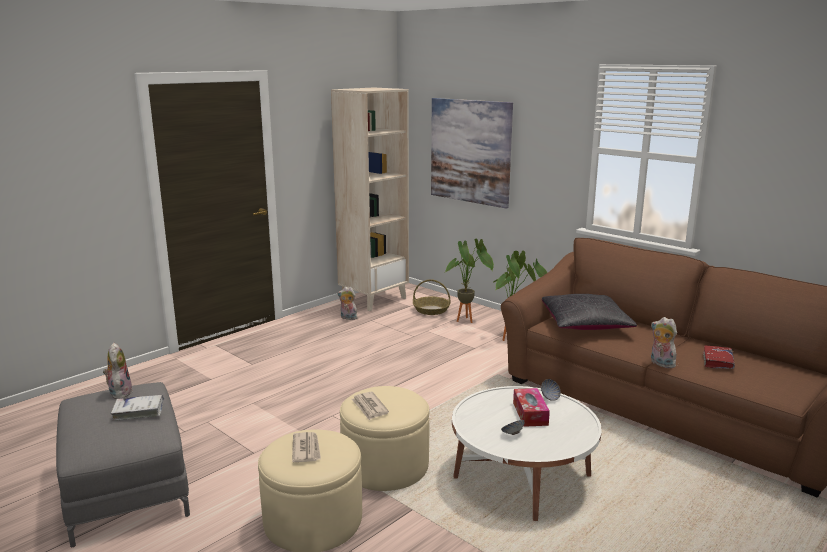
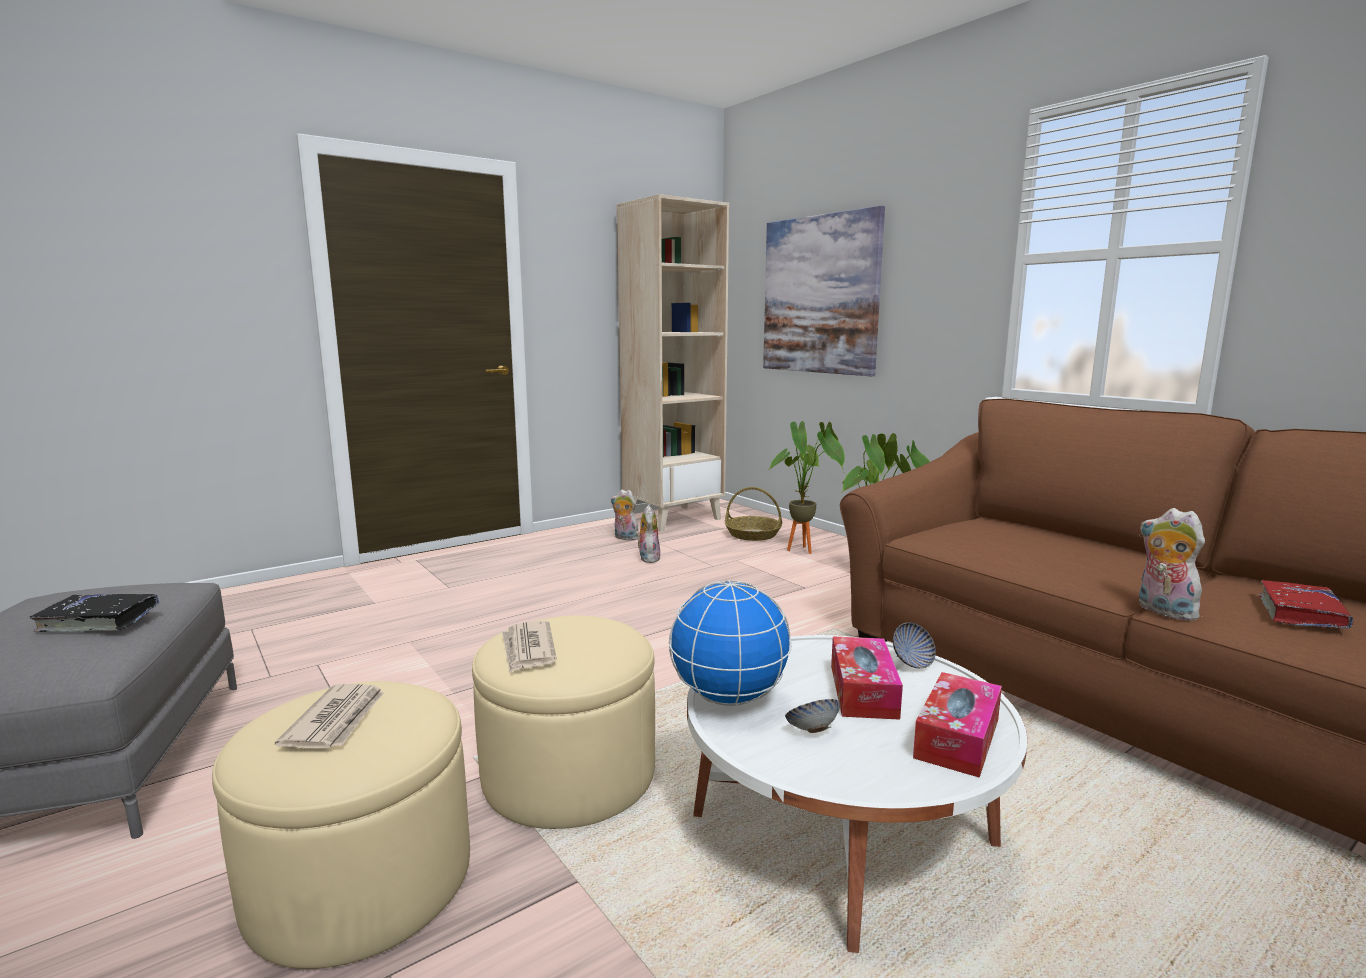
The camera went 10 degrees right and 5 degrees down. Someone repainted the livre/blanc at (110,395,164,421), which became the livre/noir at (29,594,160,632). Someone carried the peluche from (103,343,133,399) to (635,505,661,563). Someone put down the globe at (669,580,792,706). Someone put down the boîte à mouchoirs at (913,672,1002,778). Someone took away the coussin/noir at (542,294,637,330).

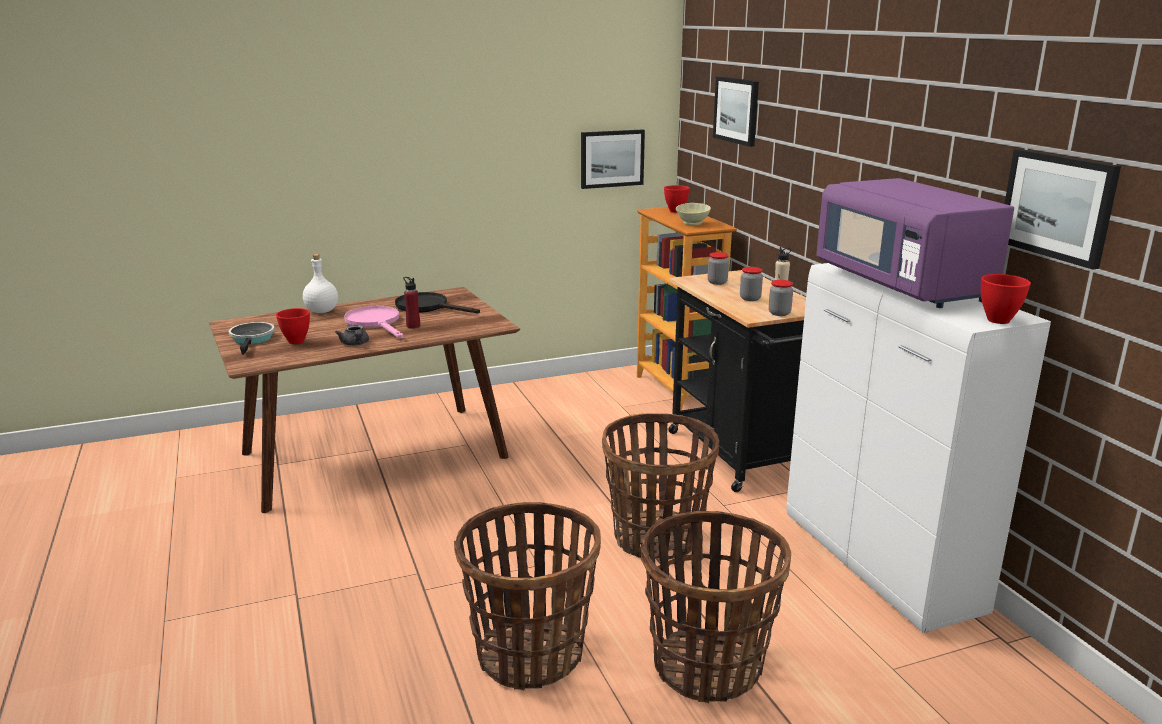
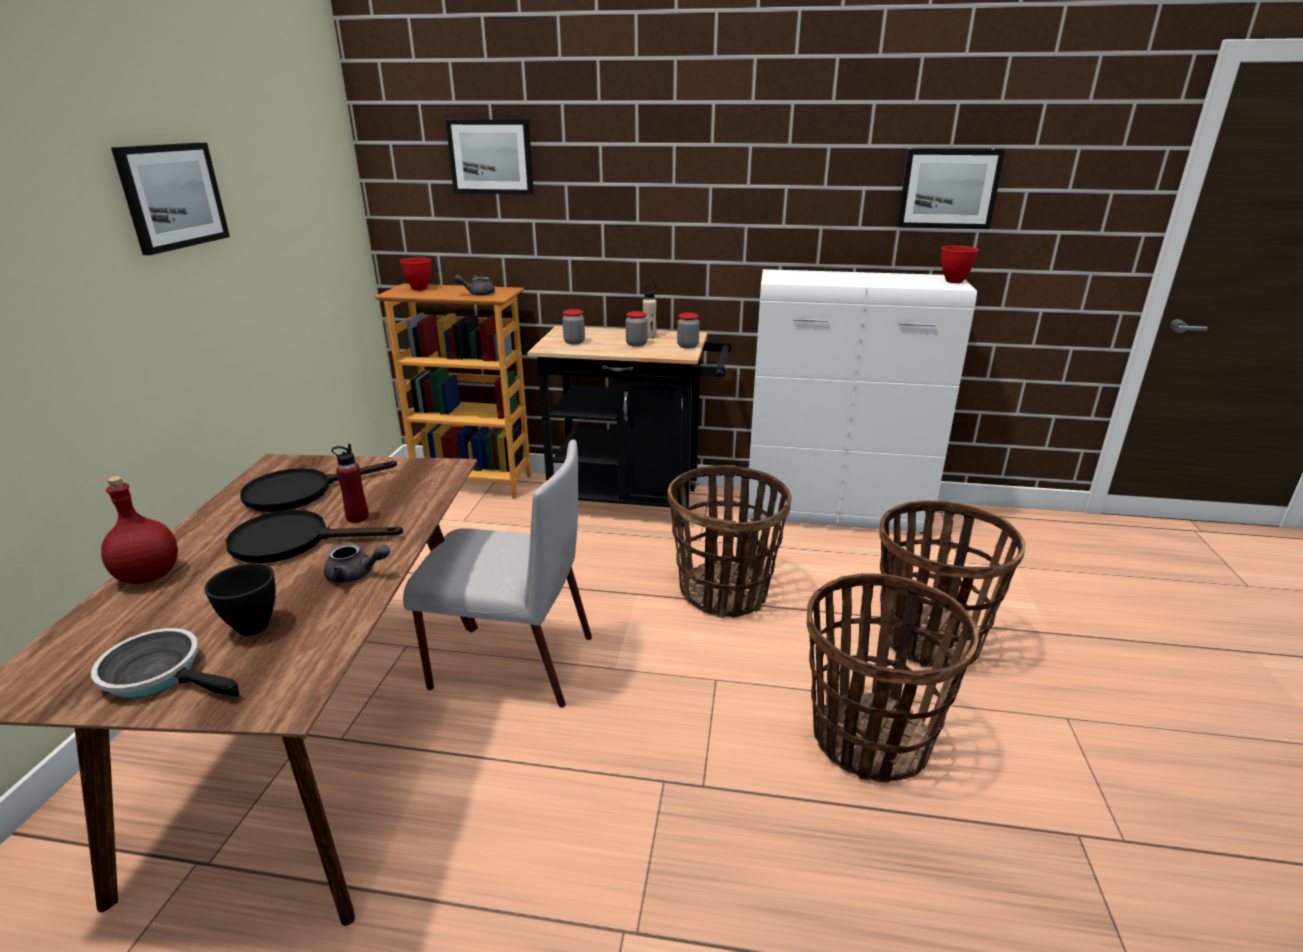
The camera went 60 degrees left and 5 degrees up. Someone repainted the bouteille/blanc at (303,254,338,313), which became the bouteille/rouge at (101,476,178,584). Someone carried the tableau from (581,129,645,189) to (111,143,230,255). Someone repainted the bol/rouge at (276,308,310,344), which became the bol/noir at (204,563,276,636). Someone repainted the poêle/rose at (344,306,403,338), which became the poêle/noir at (226,510,403,563). Someone put down the chaise/gris at (403,440,592,708). Someone swapped the bol/beige at (676,203,711,226) for the théière/gris at (454,275,495,296). Someone took away the micro-ondes/violet at (816,178,1014,308).

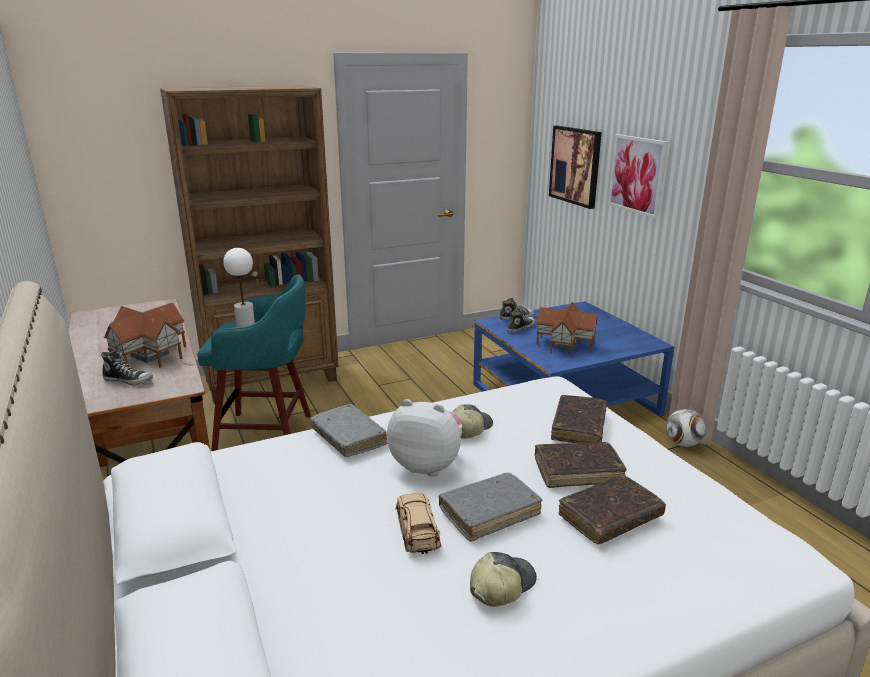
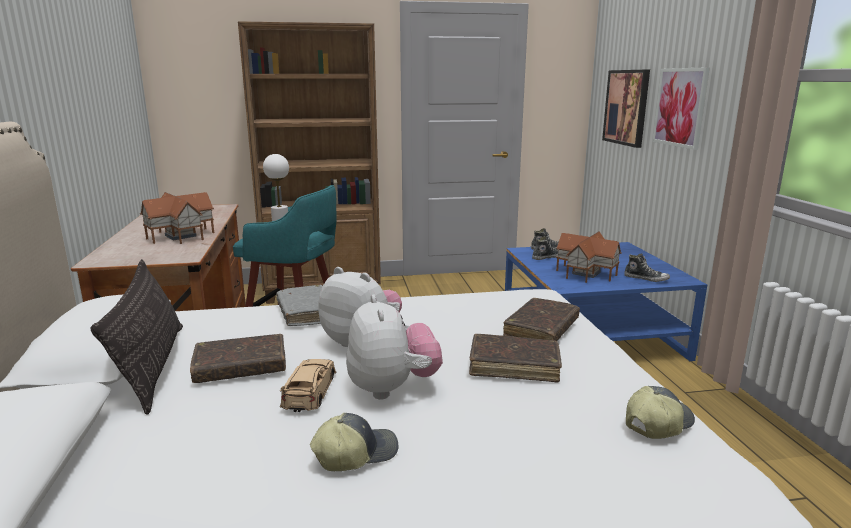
The camera went 15 degrees right and 5 degrees down. Someone put down the coussin at (90,259,183,415). Someone carried the livre/marron from (558,475,666,544) to (190,334,286,383). Someone swapped the livre/gris at (439,472,543,542) for the peluche at (346,294,443,400). Someone carried the chaussure from (101,350,153,386) to (624,253,670,282). Someone carried the casquette from (452,404,493,439) to (626,386,695,439). Someone took away the ballon de foot at (666,409,706,447).

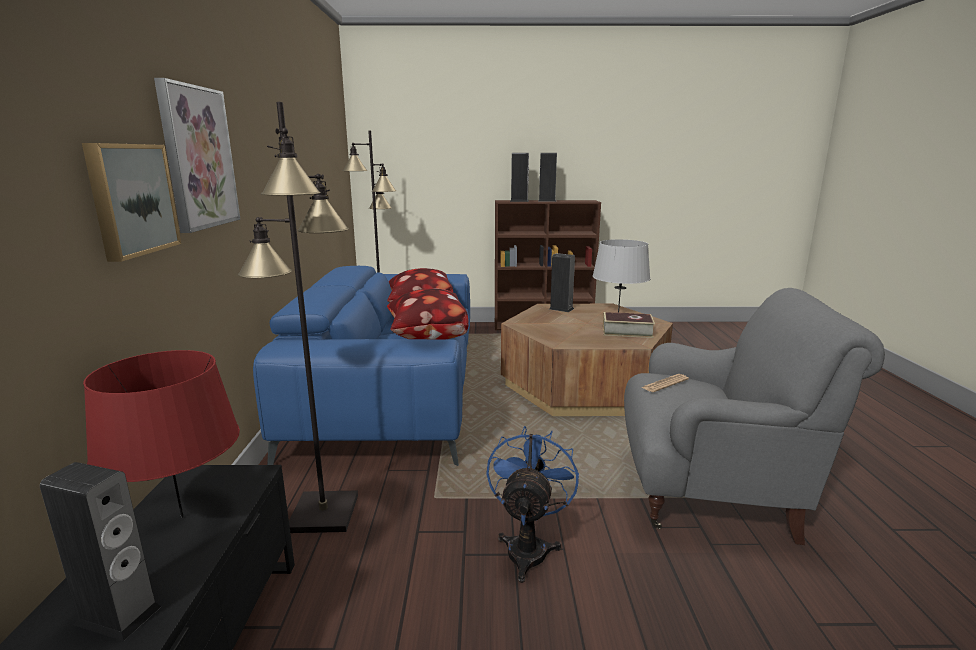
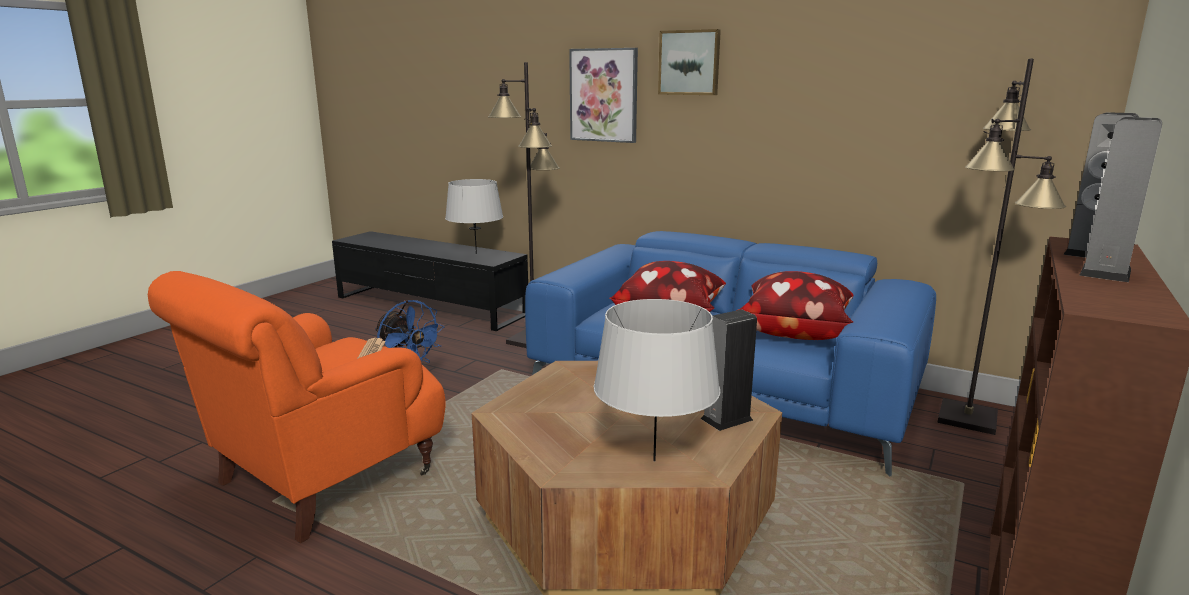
The camera went 120 degrees right and 0 degrees up. Someone repainted the fauteuil/gris at (624,288,885,545), which became the fauteuil/orange at (148,271,446,543). Someone repainted the lampe de table/rouge at (83,350,240,518), which became the lampe de table/gris at (445,179,503,254). Someone carried the tableau from (82,143,181,262) to (658,29,721,95). Someone took away the enceinte at (40,462,162,641). Someone took away the livre at (603,312,655,338).

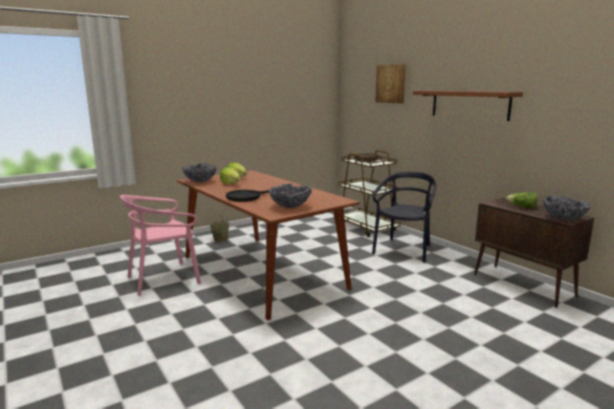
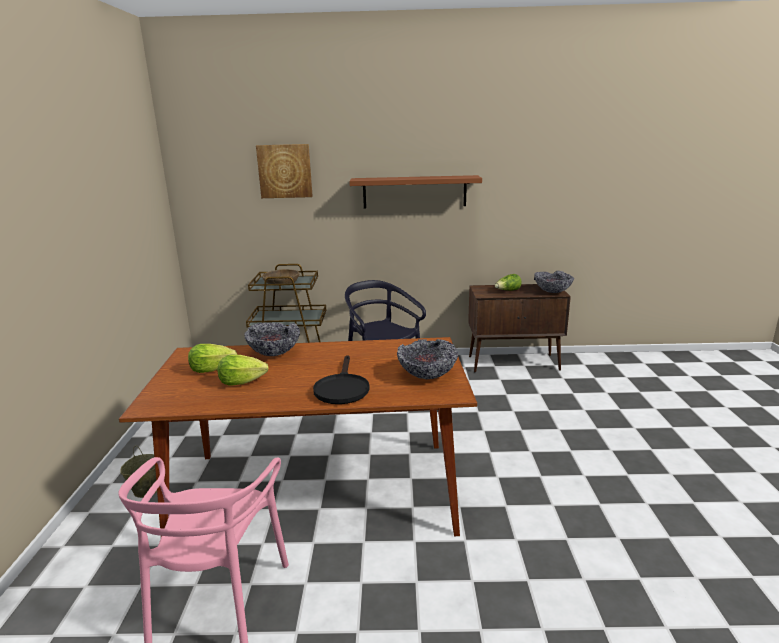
The camera went 55 degrees left and 5 degrees up. Someone carried the bol from (182,163,216,182) to (244,323,300,356).

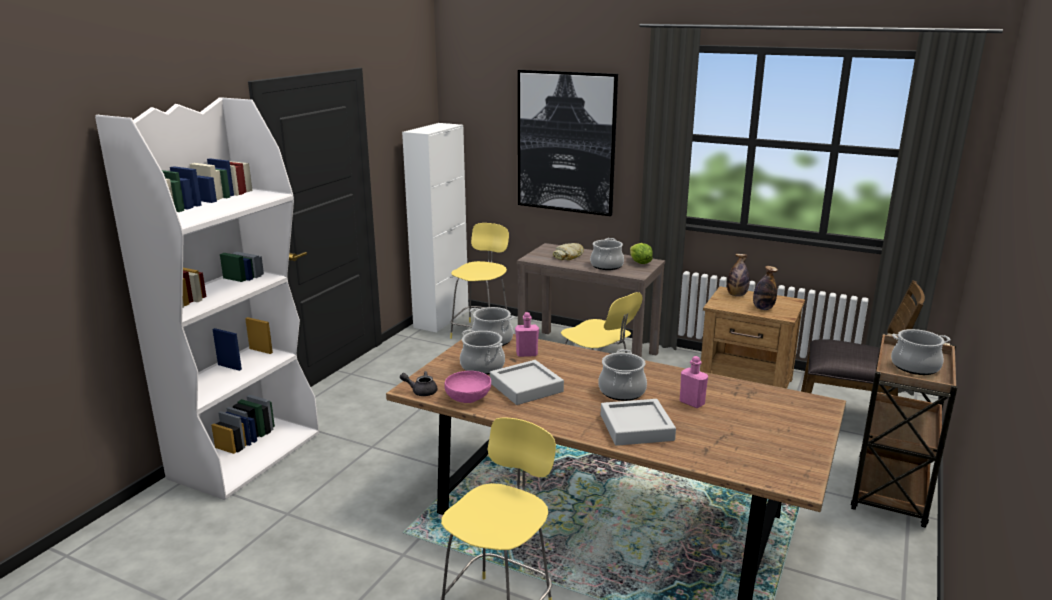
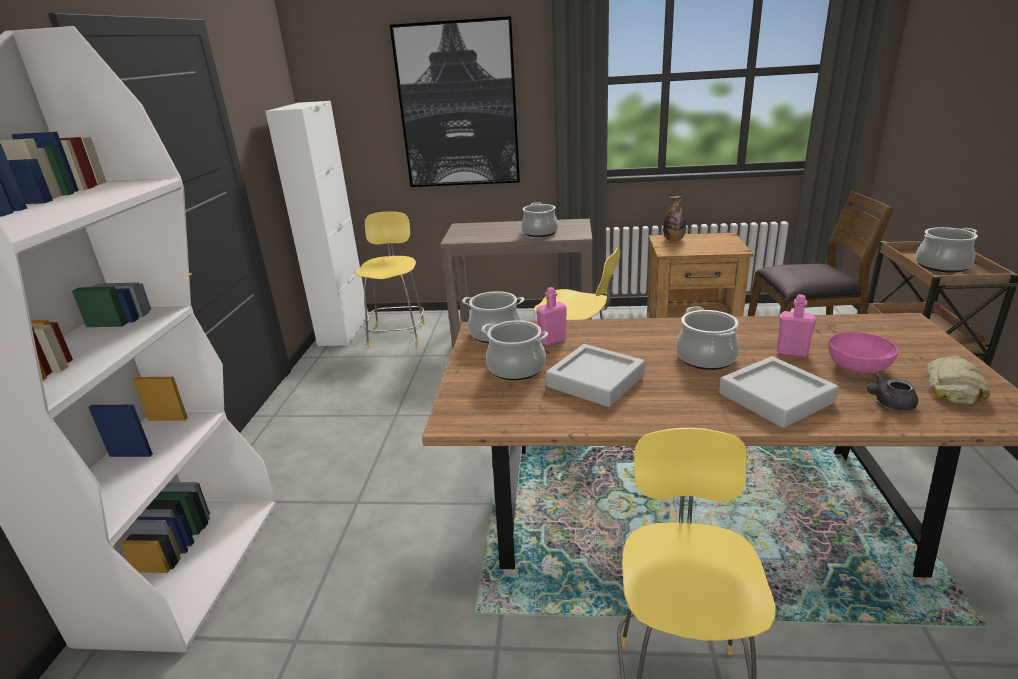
The camera went 20 degrees left and 5 degrees up. Someone carried the bol/rose from (444,371,491,403) to (828,332,898,373). Someone carried the théière/gris from (400,371,438,396) to (867,374,918,410). Someone carried the pain from (553,243,584,260) to (926,356,990,405). Someone took away the laitue at (630,243,653,264). Someone took away the bouteille at (753,266,778,310).

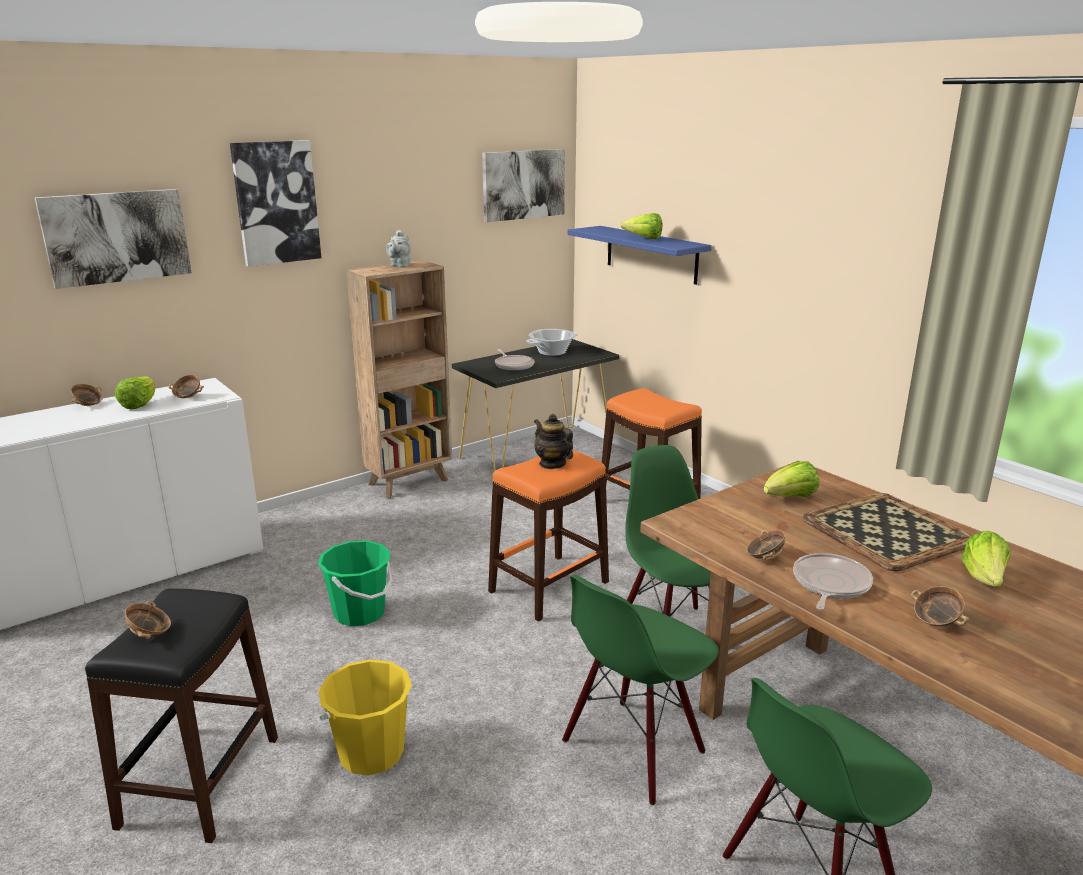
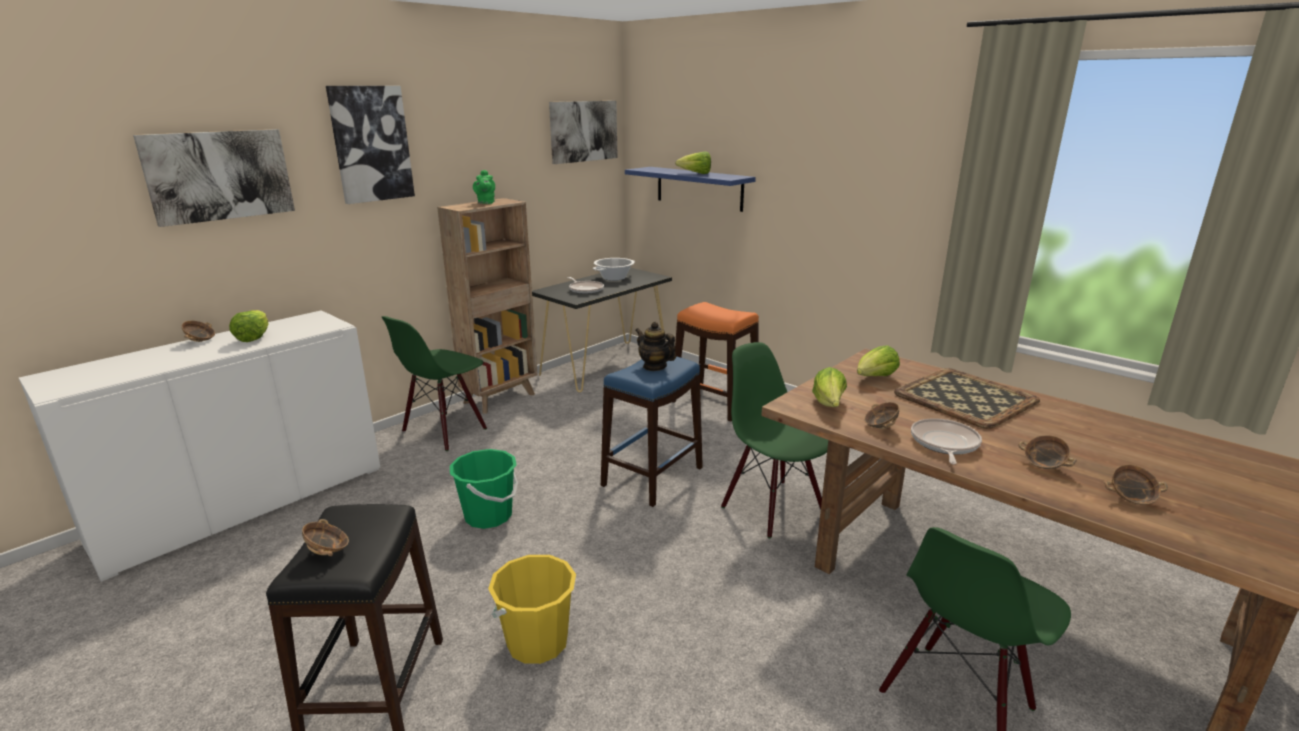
The camera went 10 degrees left and 0 degrees up. Someone carried the chaise/vert from (562,575,719,805) to (382,316,487,451). Someone repainted the théière/gris at (386,230,411,268), which became the théière/vert at (473,170,495,204). Someone repainted the tabouret/orange at (488,450,609,622), which became the tabouret/bleu at (601,356,703,507). Someone carried the laitue from (961,531,1010,587) to (812,367,847,407). Someone carried the bol from (169,375,204,398) to (1104,464,1168,505).

